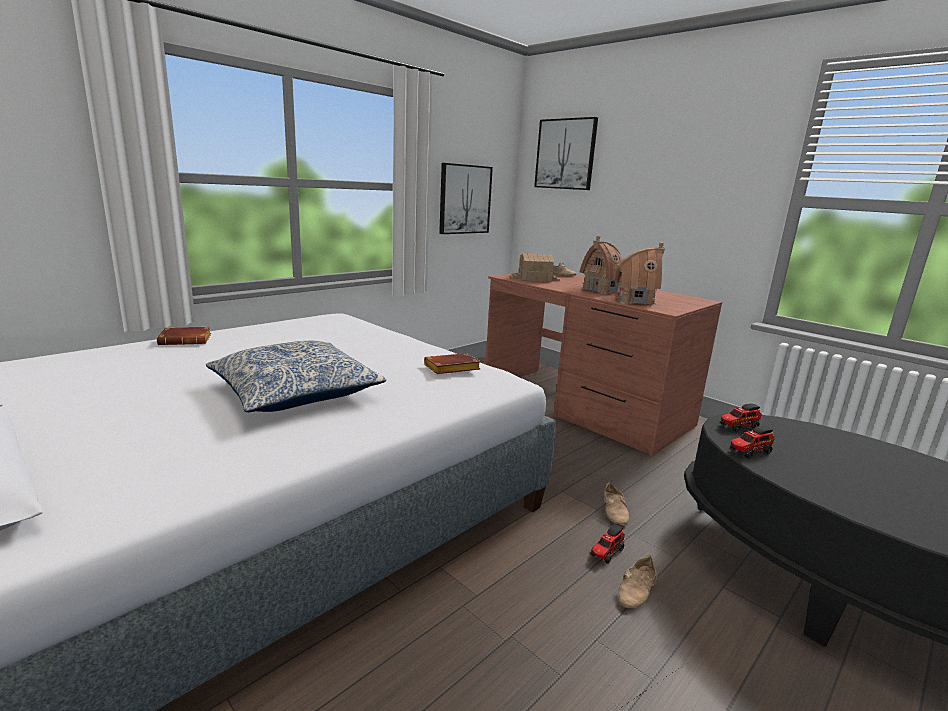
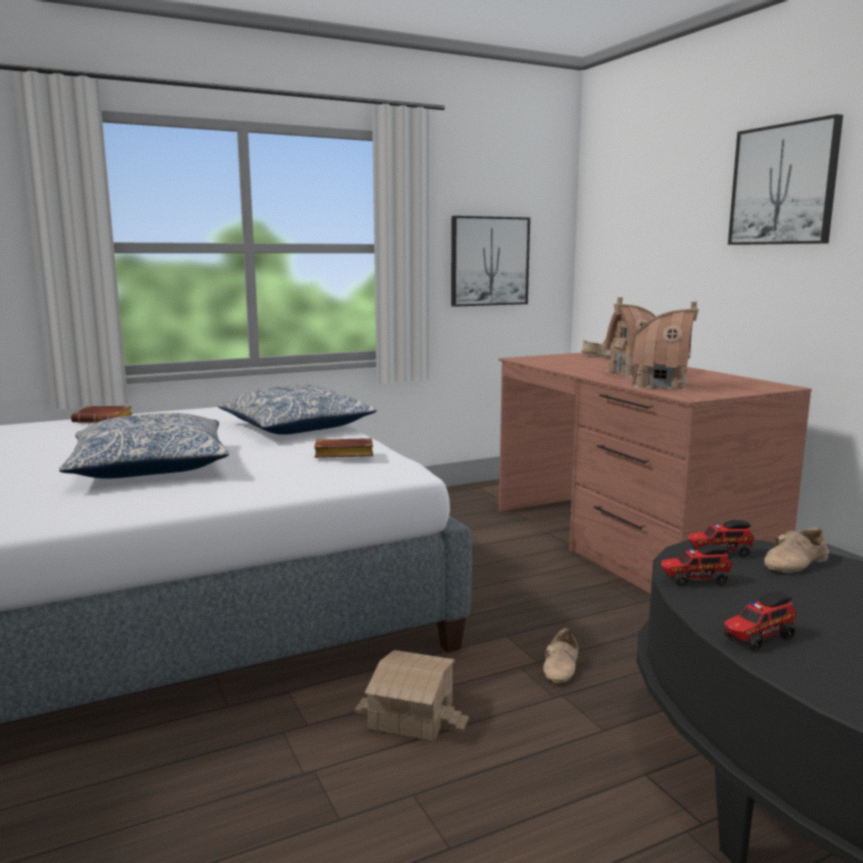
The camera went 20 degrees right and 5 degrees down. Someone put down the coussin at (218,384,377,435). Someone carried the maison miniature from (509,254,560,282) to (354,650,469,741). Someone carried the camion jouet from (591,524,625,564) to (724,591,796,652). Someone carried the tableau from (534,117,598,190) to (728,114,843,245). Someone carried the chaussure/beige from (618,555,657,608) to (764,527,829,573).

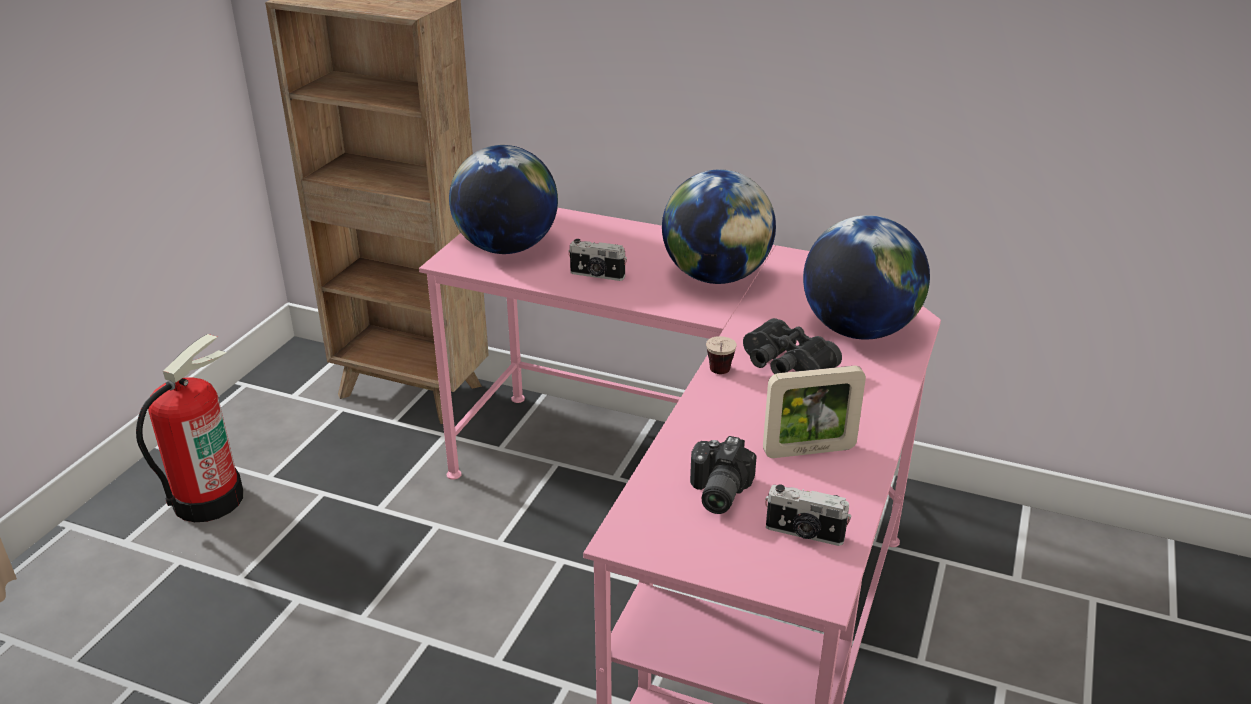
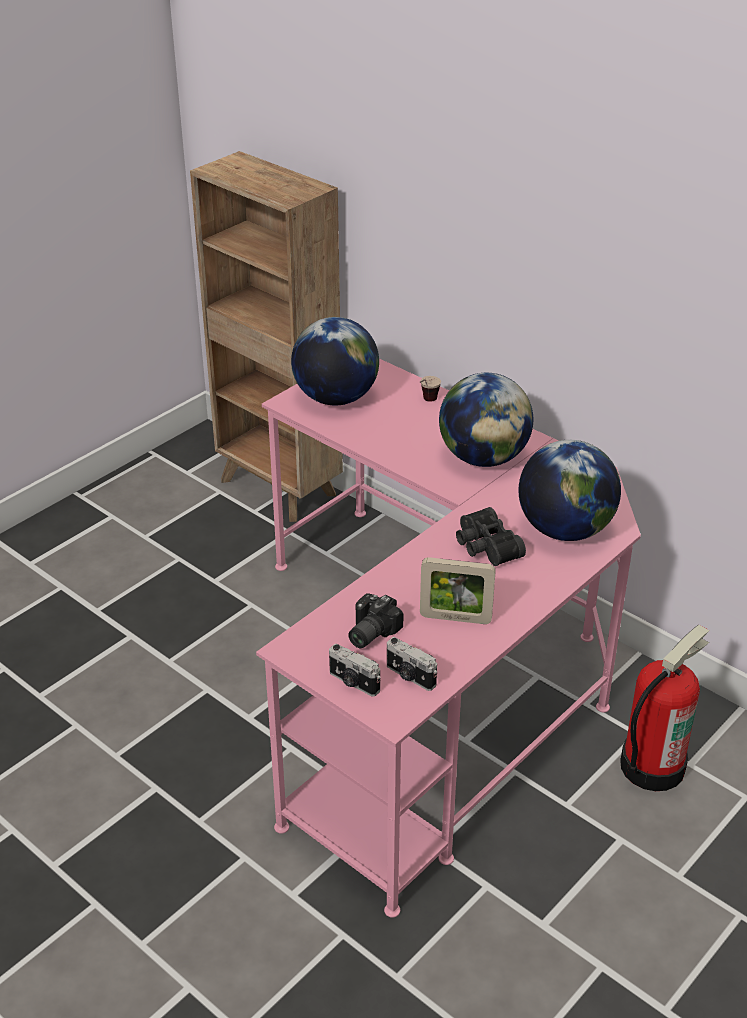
The camera went 20 degrees right and 5 degrees up. Someone carried the appareil photo from (569,239,627,281) to (329,644,381,697). Someone carried the tasse from (706,336,737,374) to (420,376,441,402). Someone carried the extincteur from (136,334,244,522) to (620,625,710,791).

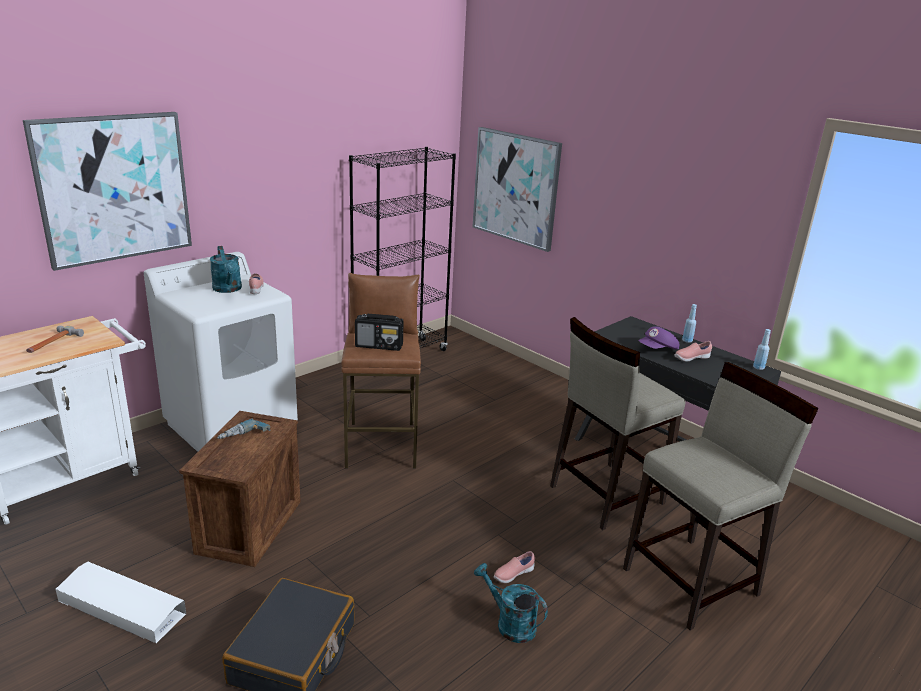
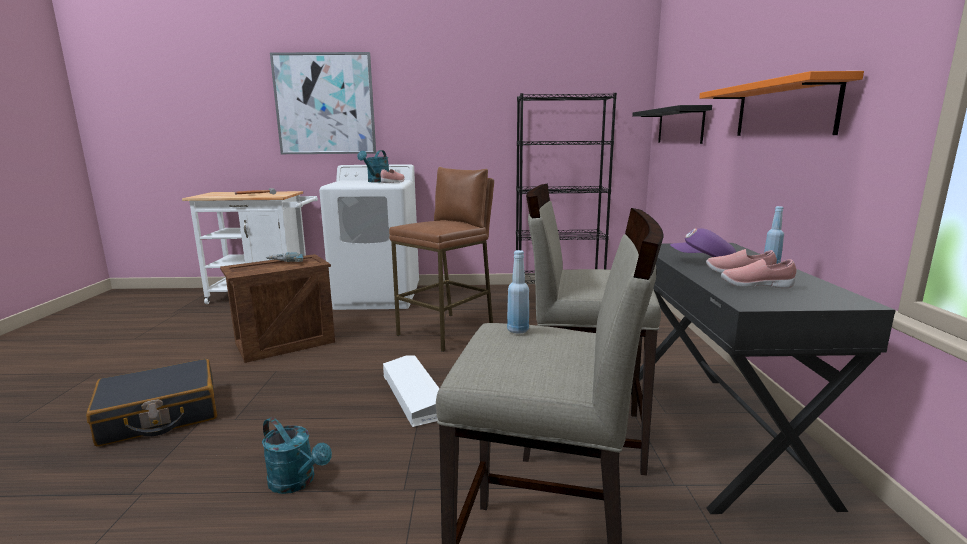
The camera went 45 degrees right and 10 degrees down. Someone rotated the arrosoir/turquoise at (474,563,548,643) by 135 degrees clockwise. Someone carried the boîte de rangement/blanc from (56,562,187,643) to (383,355,440,427). Someone carried the bouteille/bleu from (753,329,771,370) to (507,250,529,334). Someone swapped the tableau at (473,127,562,252) for the étagère/noir at (632,105,712,144). Someone put up the étagère/orange at (699,71,864,136). Someone carried the chaussure/rose from (494,551,535,583) to (721,259,796,288). Someone took away the radio at (355,314,404,351).

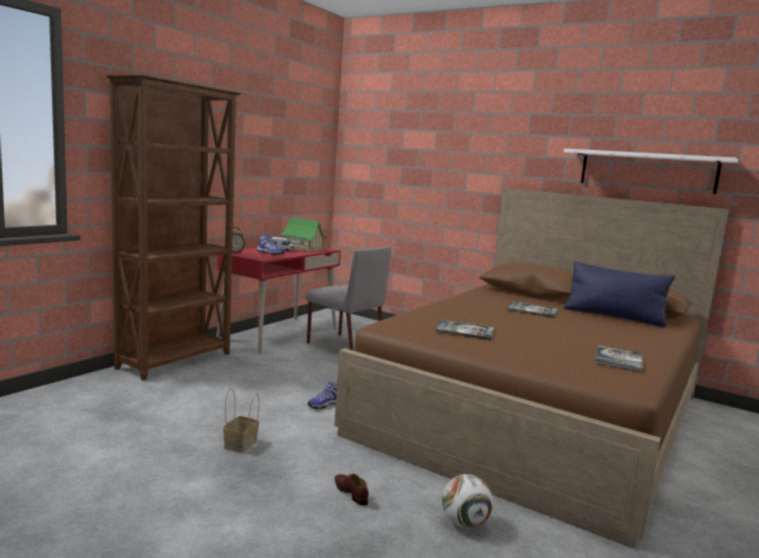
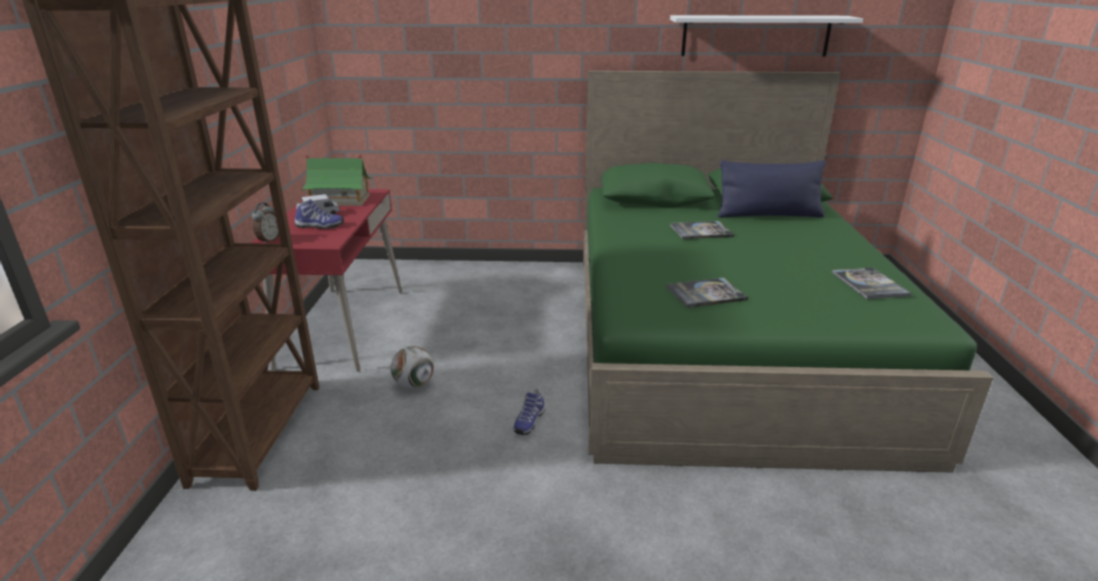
The camera went 30 degrees left and 15 degrees up. Someone carried the ballon de foot from (442,474,493,529) to (391,346,434,389). Someone repainted the lit/marron at (334,188,729,548), which became the lit/vert at (583,71,993,473). Someone took away the panier at (223,389,259,453). Someone took away the chaise/gris at (306,246,391,351). Someone took away the chaussure/marron at (335,474,369,505).

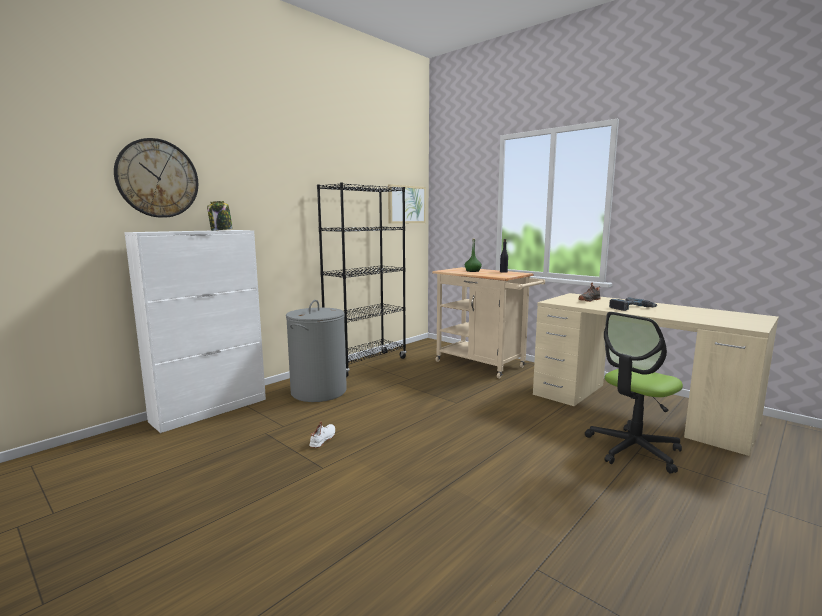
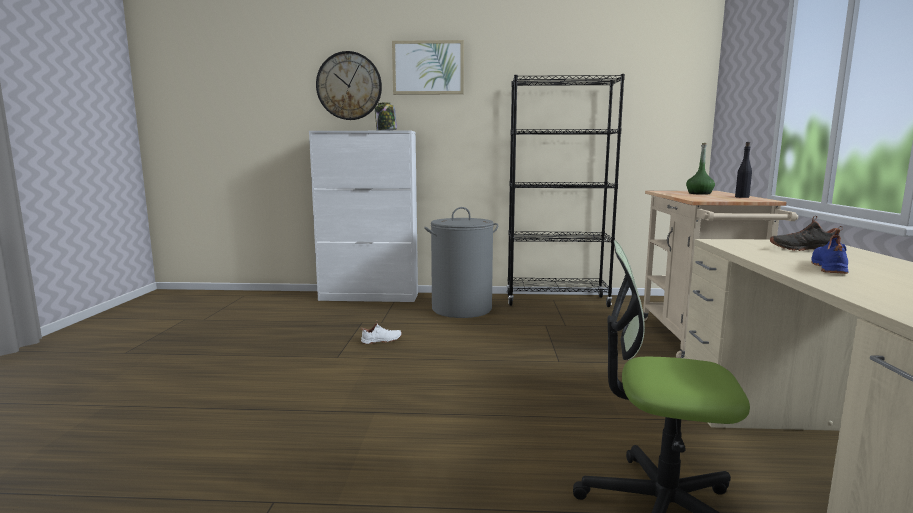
The camera went 50 degrees right and 0 degrees up. Someone carried the tableau from (388,184,426,224) to (392,40,464,95). Someone swapped the perceuse at (609,298,658,311) for the chaussure/bleu at (811,229,849,274).

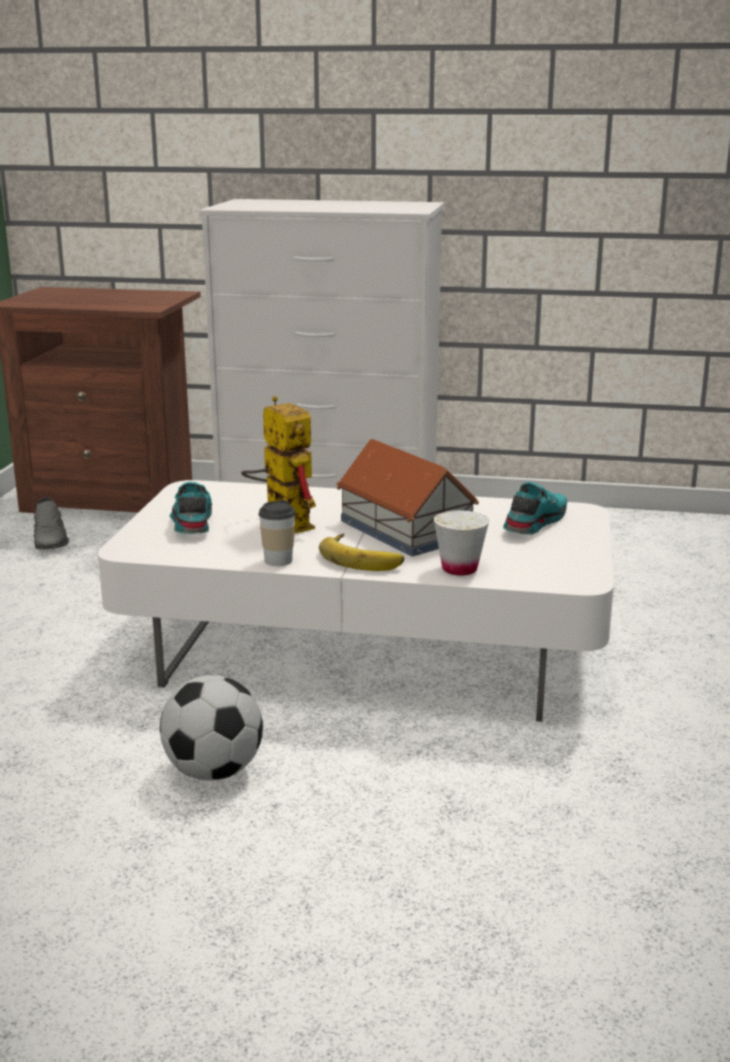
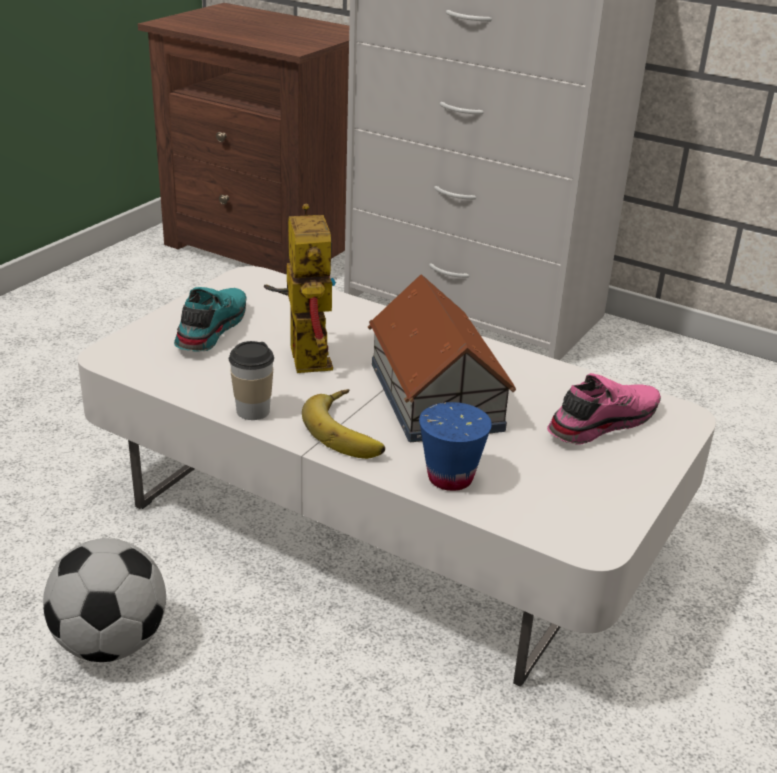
The camera went 20 degrees right and 10 degrees up. Someone repainted the tasse/blanc at (434,510,489,575), which became the tasse/bleu at (419,402,492,491). Someone repainted the chaussure/turquoise at (503,482,568,535), which became the chaussure/rose at (547,373,661,445). Someone took away the chaussure/gris at (33,497,69,550).

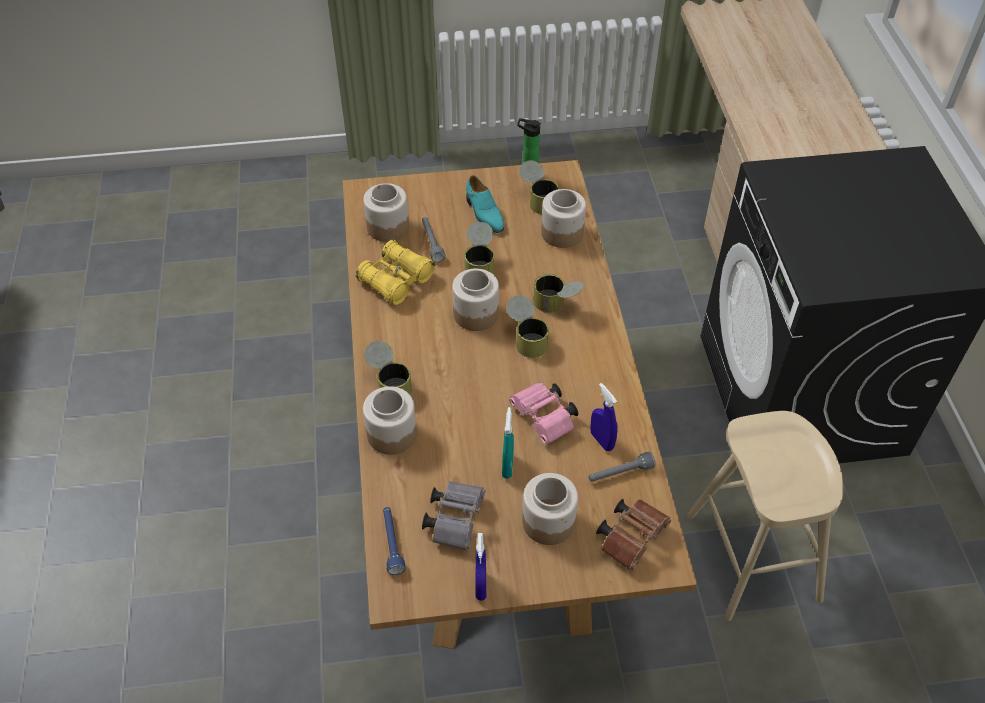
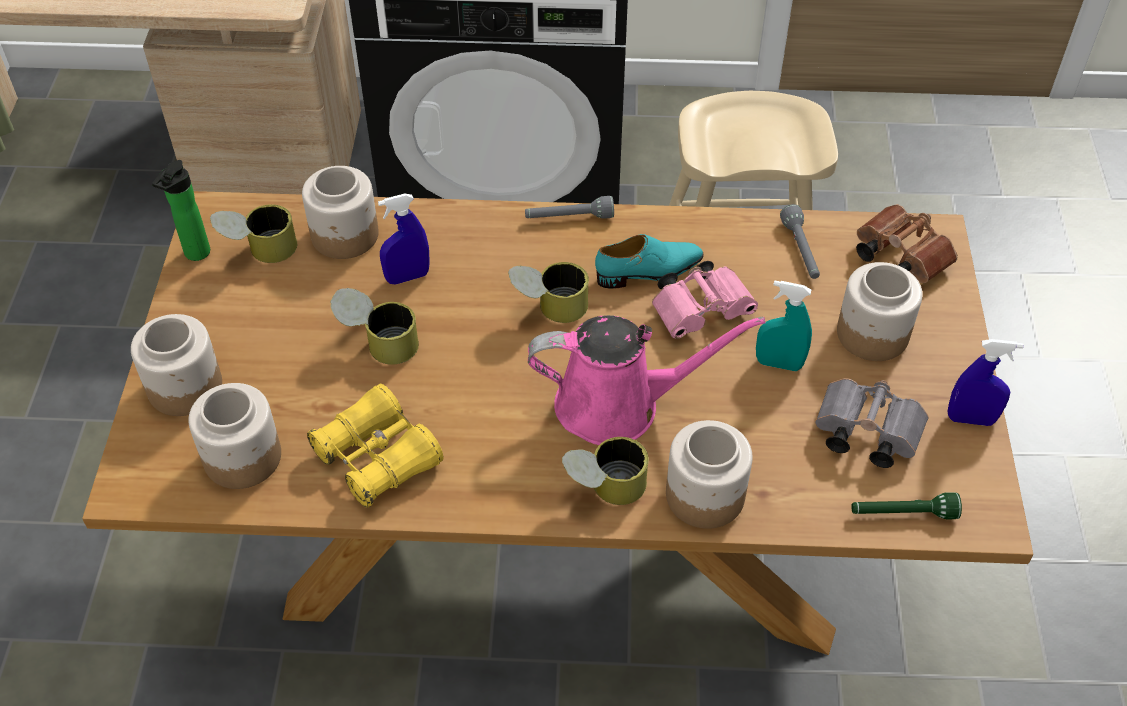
The camera went 80 degrees left and 0 degrees up. Someone carried the bocal from (452,268,499,331) to (131,314,222,416). Someone carried the vaporisateur/bleu from (590,383,618,451) to (378,193,430,284). Someone carried the lampe de poche/gris from (422,217,445,262) to (525,196,614,219). Someone put down the arrosoir/rose at (528,315,765,445). Someone carried the chaussure/turquoise from (466,175,504,233) to (595,234,704,288). Someone repainted the lampe de poche/bleu at (383,507,406,575), which became the lampe de poche/vert at (851,492,962,519). Someone took away the boîte métallique at (533,274,584,313).

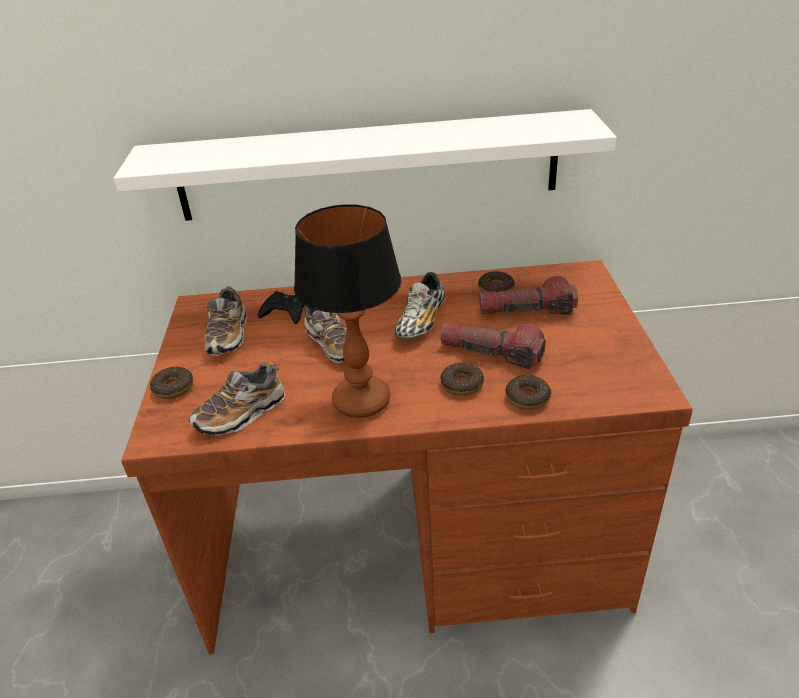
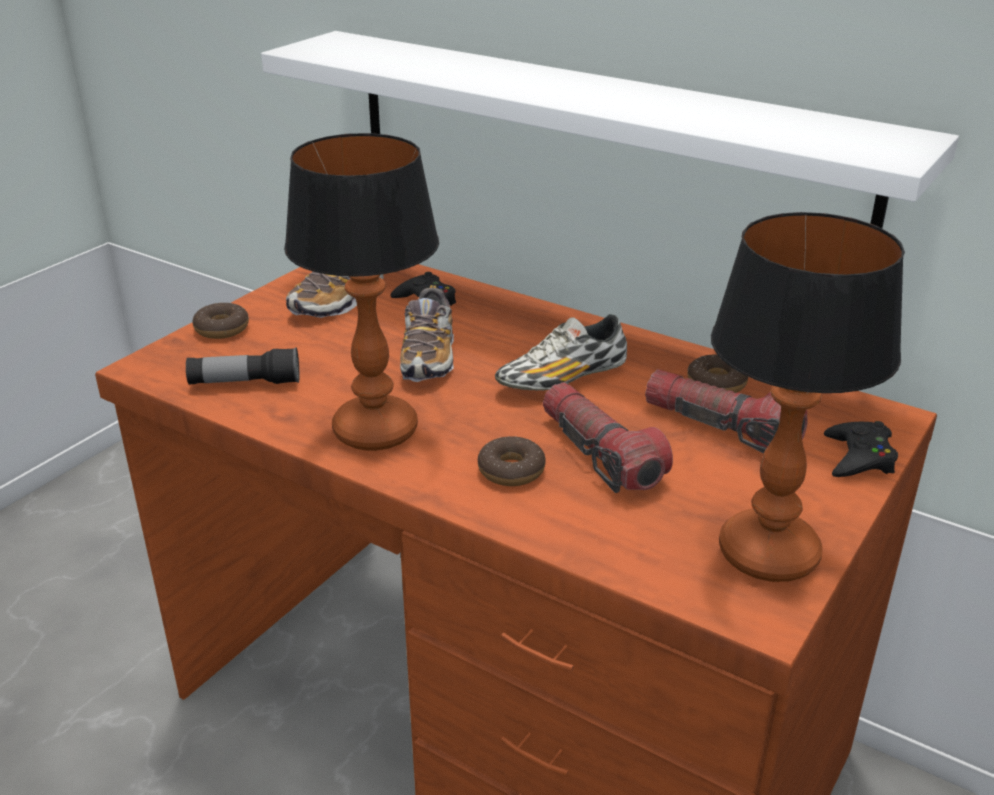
The camera went 35 degrees right and 5 degrees down. Someone swapped the chaussure at (189,362,285,436) for the lampe de poche at (186,347,299,385). Someone put down the lampe de table at (711,212,905,582). Someone put down the manette/noir at (824,421,898,477). Someone took away the beignet at (505,375,551,410).

